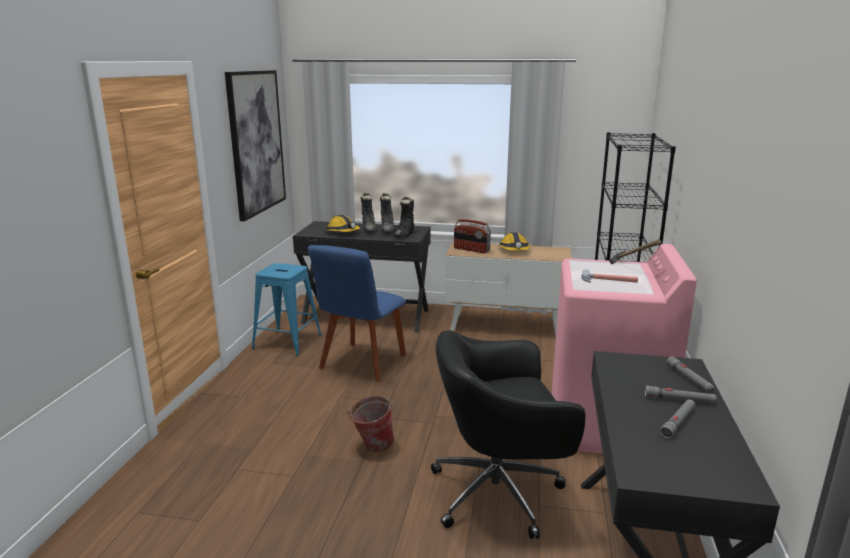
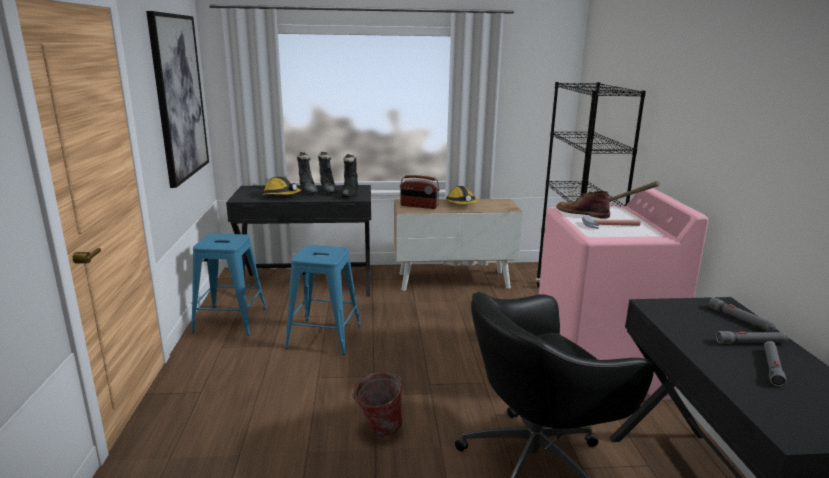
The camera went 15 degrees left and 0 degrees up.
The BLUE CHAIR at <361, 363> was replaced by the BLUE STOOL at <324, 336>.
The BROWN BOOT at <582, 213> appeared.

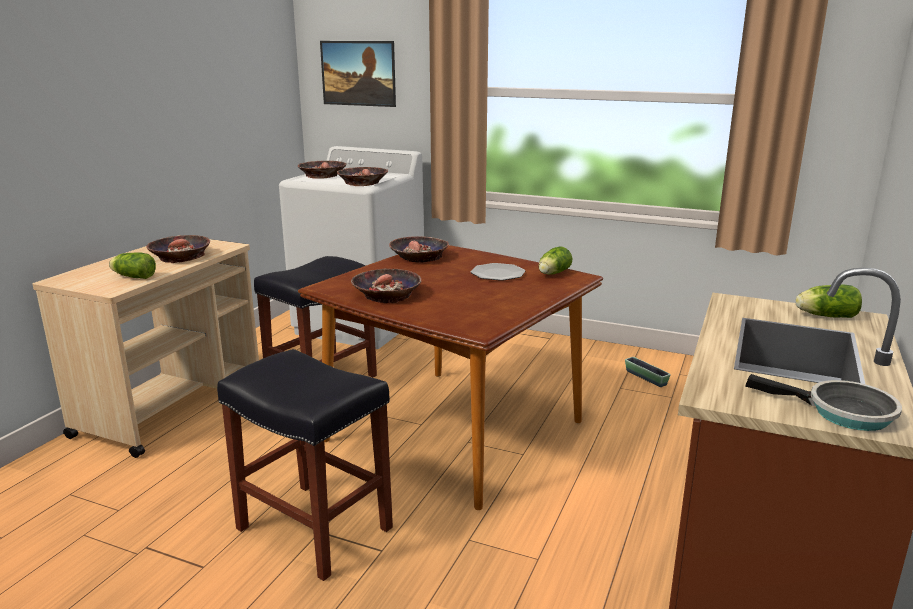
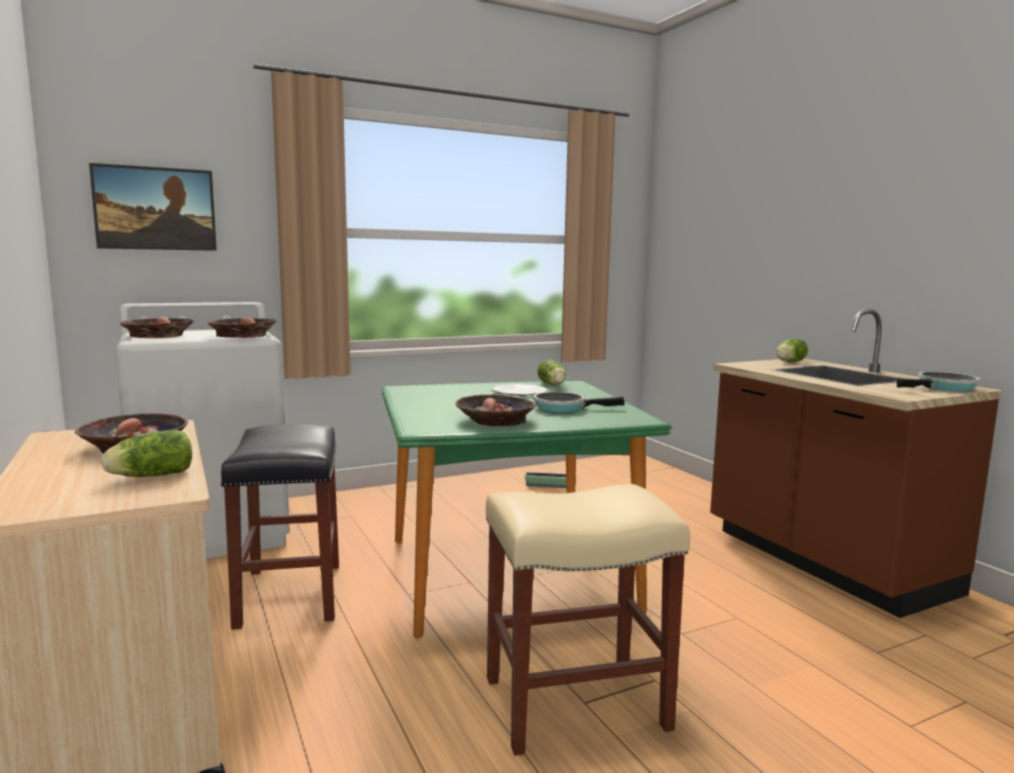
The camera went 50 degrees left and 10 degrees down.
The BROWN DINING TABLE at <454, 431> became the GREEN DINING TABLE at <506, 573>.
The BLACK STOOL at <312, 528> became the BEIGE STOOL at <573, 704>.
The FRYING PAN at <564, 408> appeared.
The BOWL at <419, 257> disappeared.

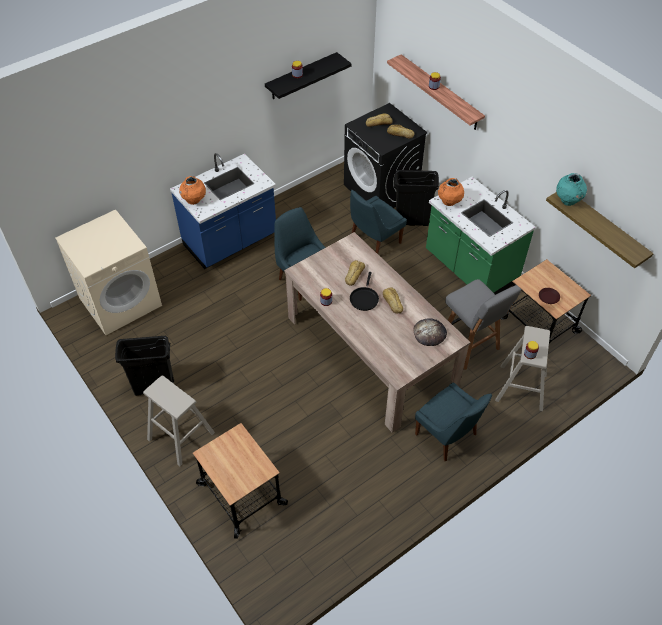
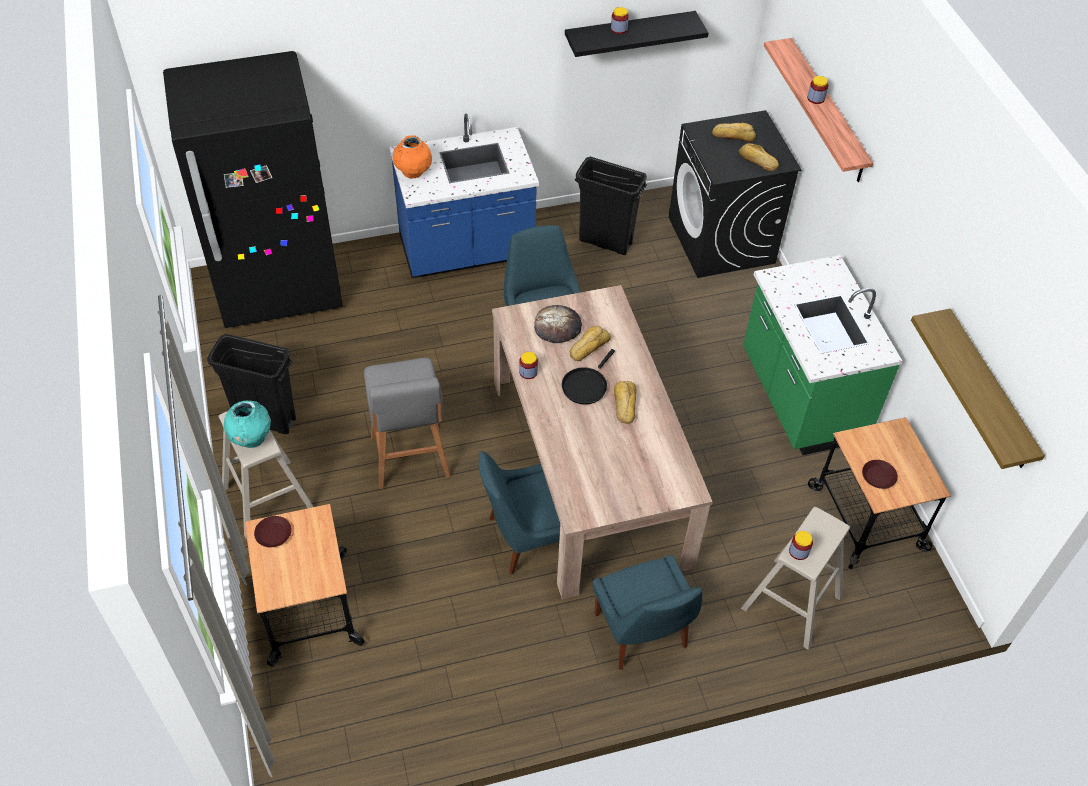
The camera went 20 degrees right and 0 degrees up.
The BEIGE WASHING MACHINE at <120, 301> was replaced by the BLACK FRIDGE at <279, 288>.
The TURQUOISE VASE moved from <567, 201> to <251, 439>.
The BROWN PLATE at <273, 534> appeared.
The GREY STOOL moved from <470, 346> to <410, 459>.
The BLUE CHAIR moved from <374, 241> to <525, 538>.
The BREAD moved from <429, 333> to <558, 326>.
The BLACK TRASH CAN moved from <411, 221> to <605, 242>.
The ORANGE VASE at <449, 202> disappeared.

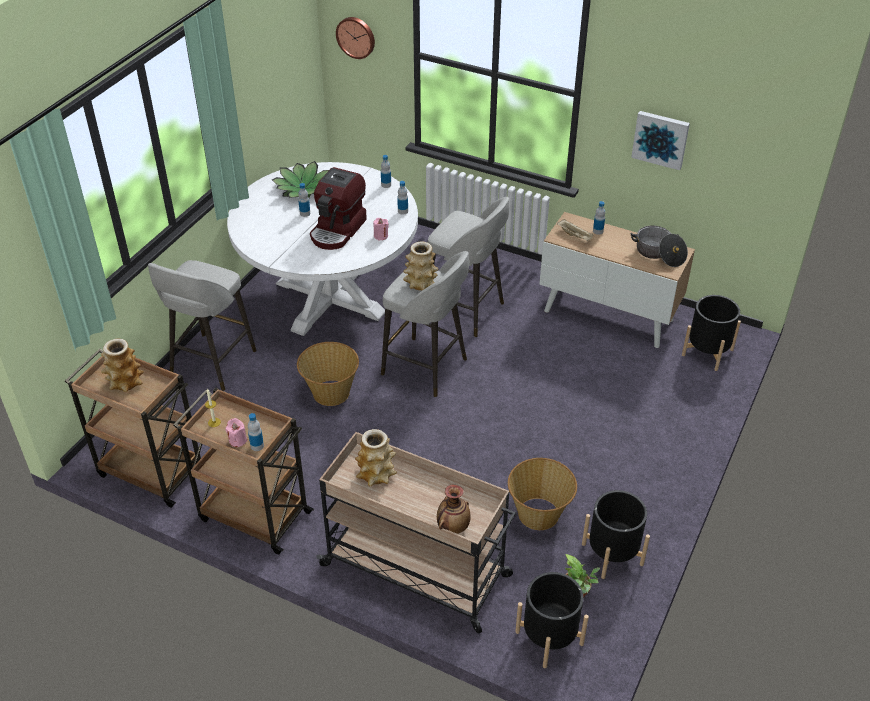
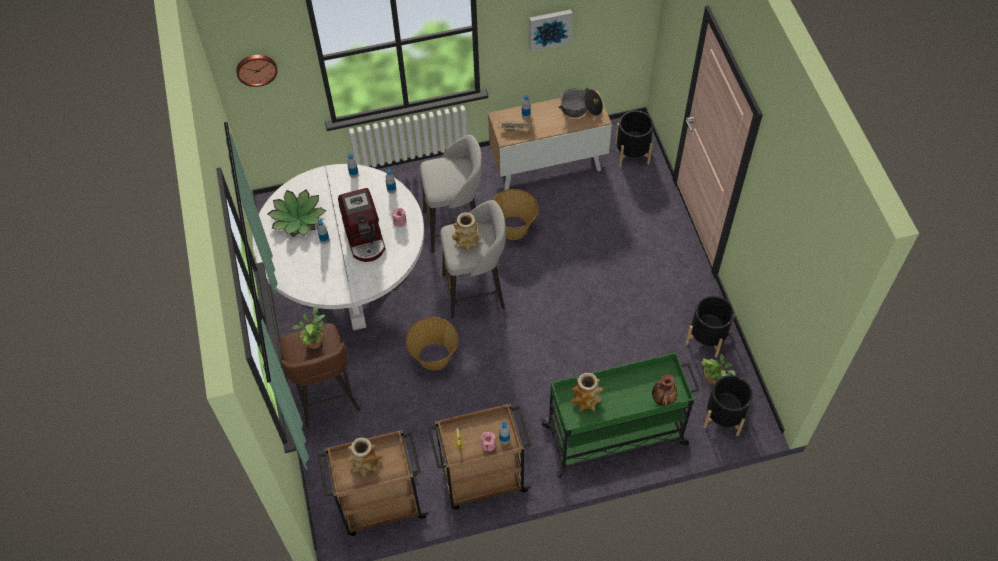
The camera went 40 degrees left and 15 degrees up.
The GREY STOOL at <211, 363> became the BROWN STOOL at <327, 397>.
The POTTED PLANT at <314, 340> appeared.
The BASKET moved from <539, 514> to <514, 228>.
The BEIGE CART at <418, 571> became the GREEN CART at <616, 435>.

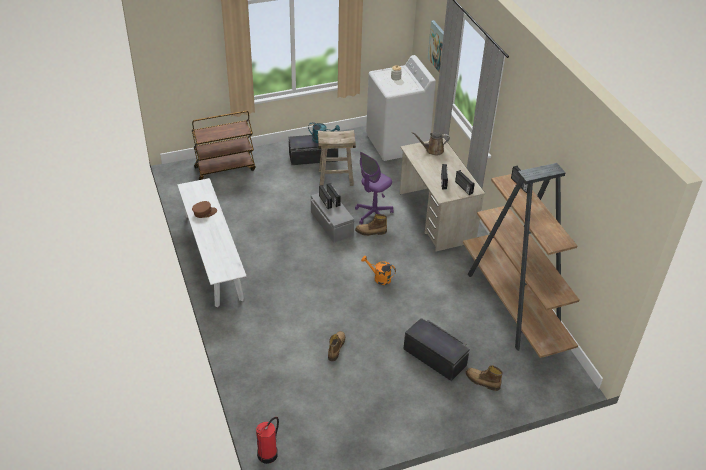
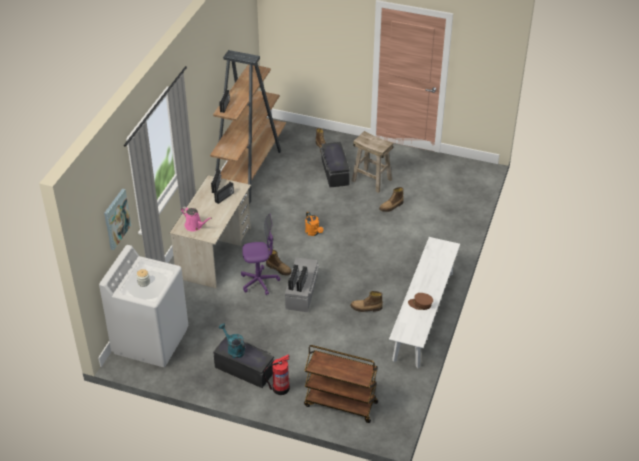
The camera went 140 degrees left and 0 degrees up.
The BROWN WATERING CAN at <432, 150> became the PINK WATERING CAN at <195, 226>.
The FIRE EXTINGUISHER moved from <268, 454> to <280, 388>.
The BOOT at <366, 308> appeared.
The BEIGE STOOL moved from <336, 177> to <371, 180>.

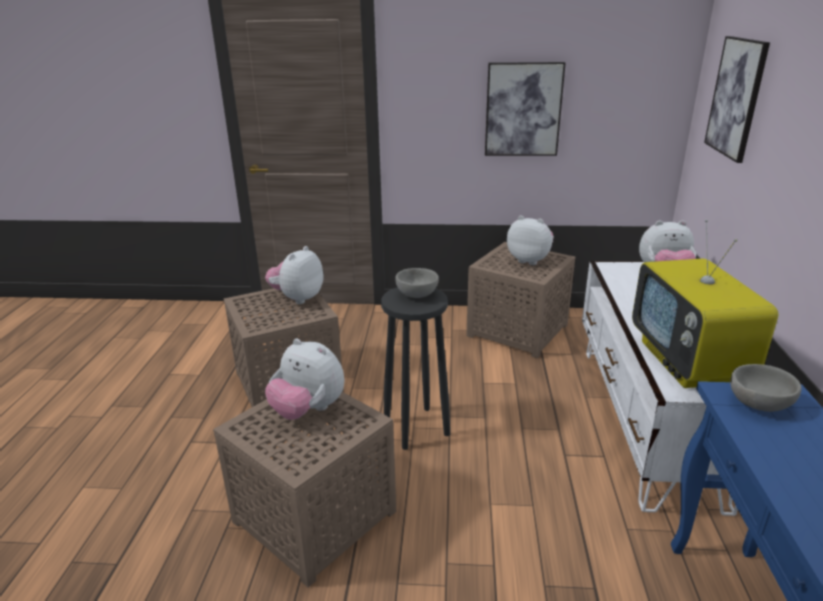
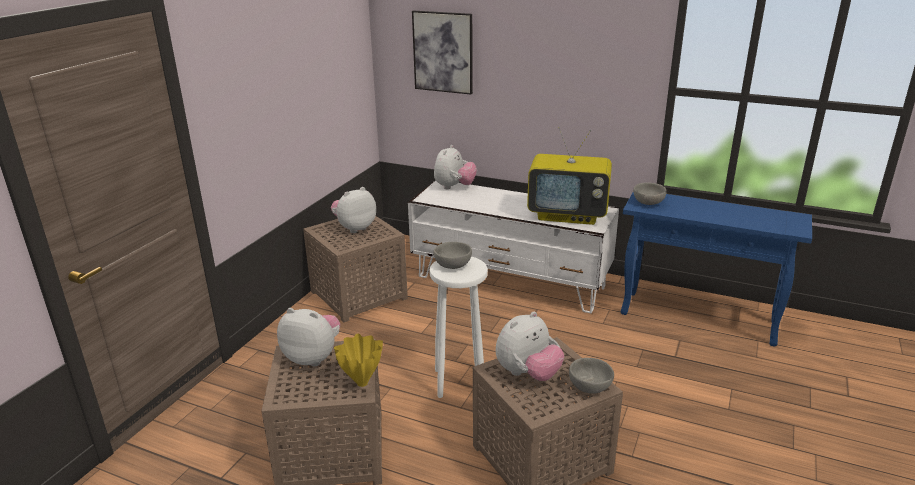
The camera went 70 degrees left and 0 degrees up.
The PLUSH TOY at <297, 298> turned 150 degrees clockwise.
The YELLOW VASE at <362, 382> appeared.
The BLACK STOOL at <416, 428> became the WHITE STOOL at <460, 381>.
The GREY BOWL at <589, 387> appeared.
The PICTURE at <523, 110> disappeared.

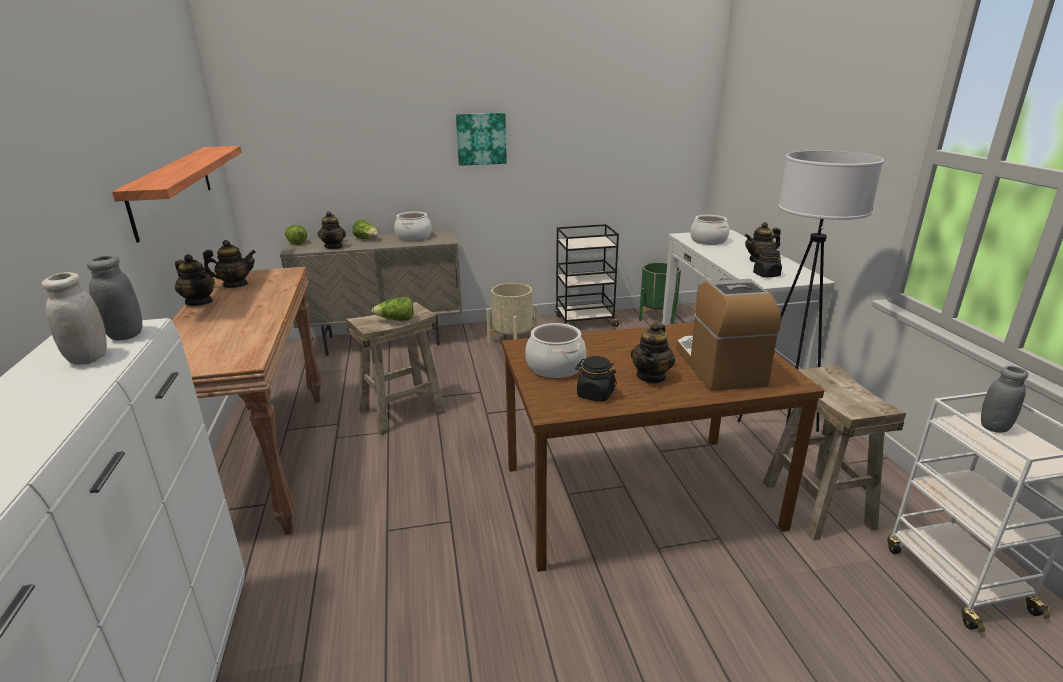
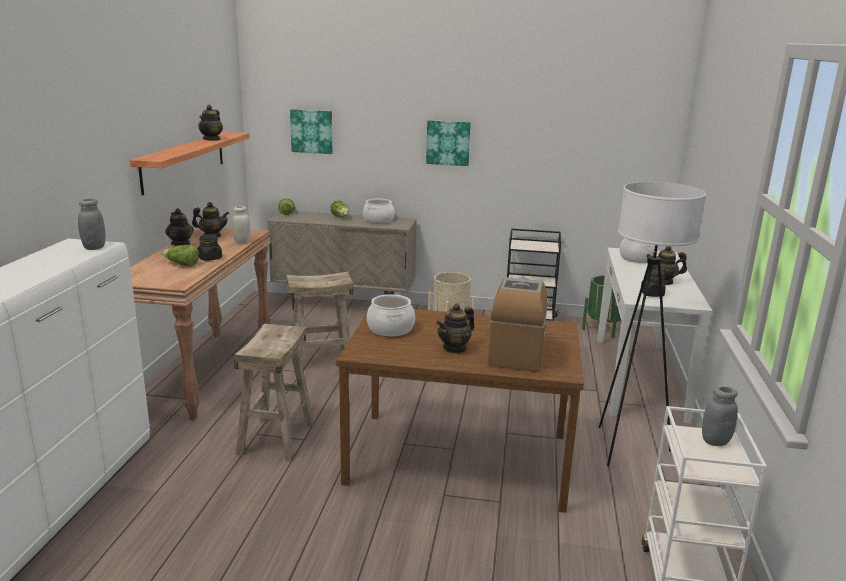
The camera went 20 degrees right and 5 degrees down.
The LETTUCE moved from <396, 320> to <182, 265>.
The BLACK JAR moved from <595, 394> to <209, 258>.
The TEAPOT moved from <334, 246> to <212, 139>.
The WHITE JAR moved from <89, 358> to <242, 241>.
The BEIGE STOOL moved from <816, 504> to <276, 438>.
The PICTURE at <312, 131> appeared.

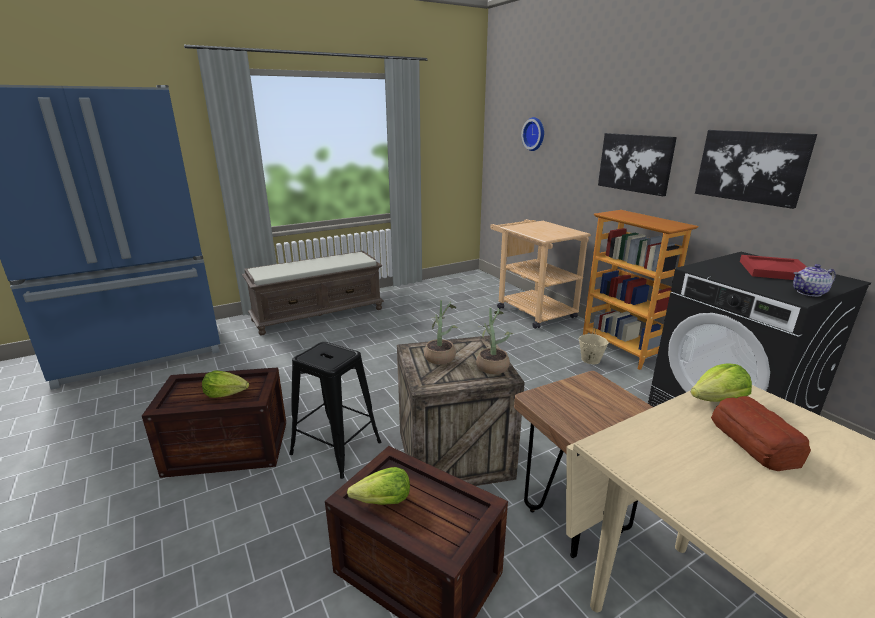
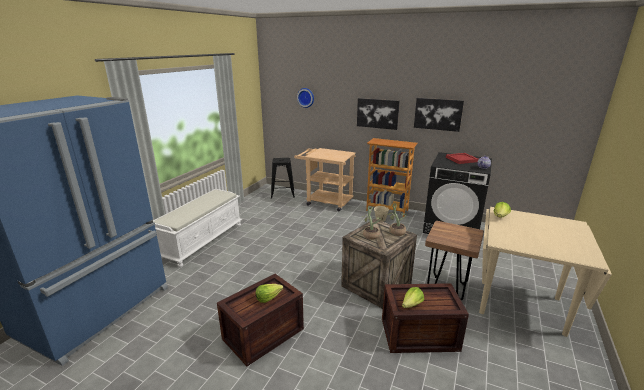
The camera went 35 degrees left and 0 degrees up.
The BROWN BENCH at <319, 314> became the WHITE BENCH at <202, 240>.
The BLACK STOOL moved from <335, 448> to <282, 194>.
The BREAD at <754, 441> disappeared.

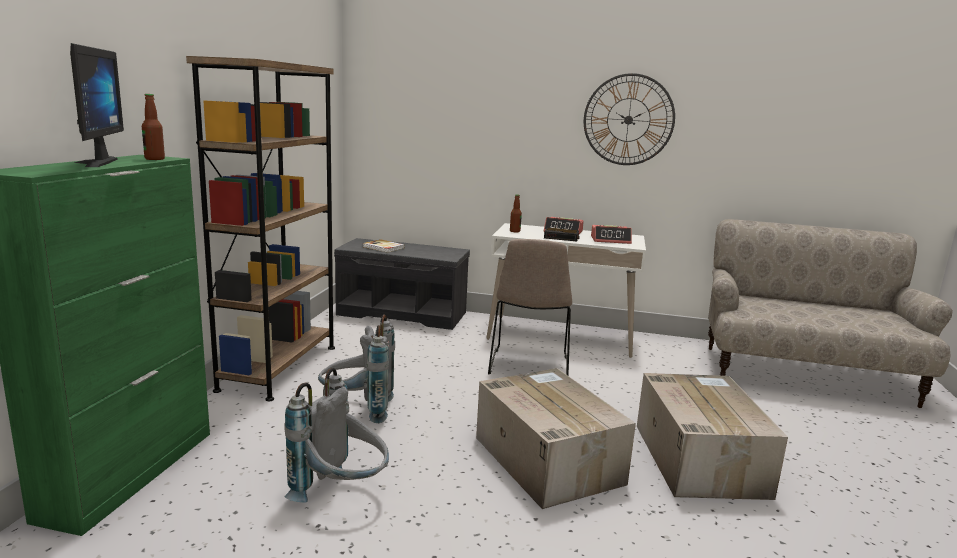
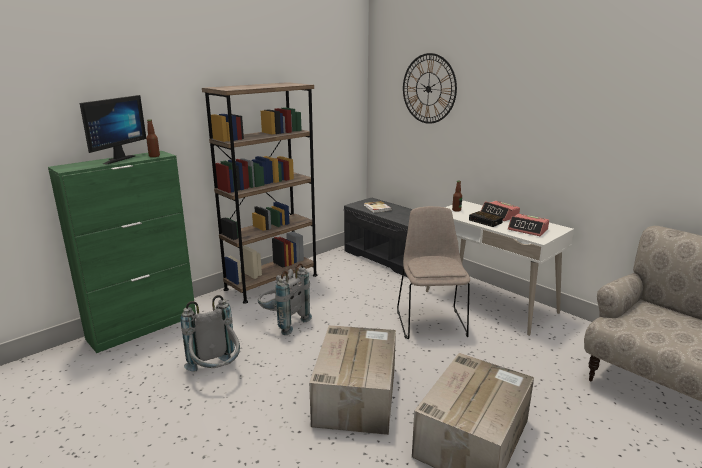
The camera went 35 degrees right and 5 degrees up.
The BEIGE CHAIR at <529, 367> turned 135 degrees clockwise.
The WALL CLOCK moved from <628, 120> to <428, 89>.

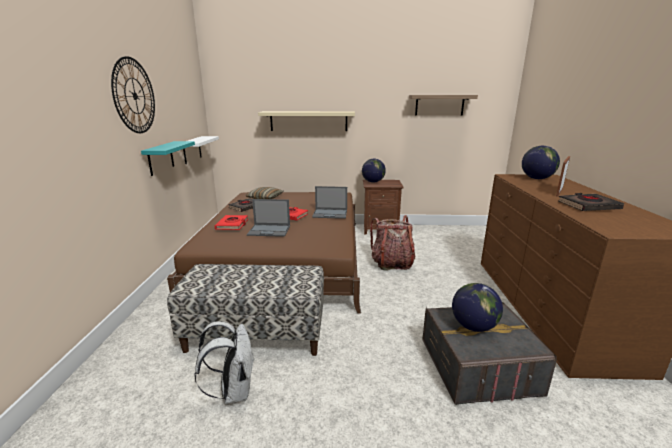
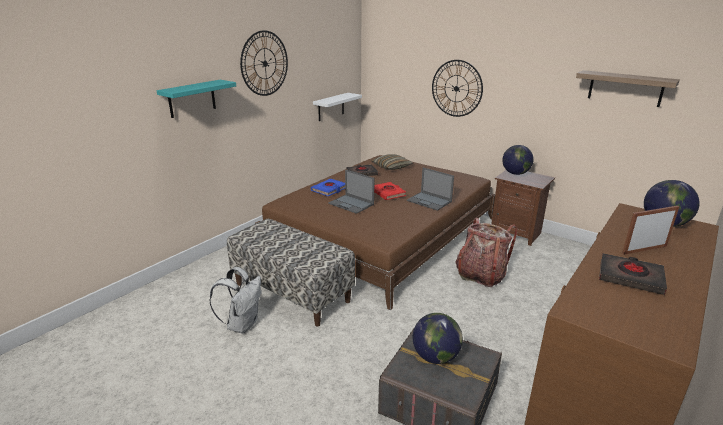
The camera went 35 degrees right and 5 degrees up.
The TURQUOISE SHELF moved from <160, 158> to <192, 98>.
The RED BOOK at <232, 225> became the BLUE BOOK at <329, 189>.
The BEIGE SHELF at <308, 121> was replaced by the WALL CLOCK at <456, 88>.

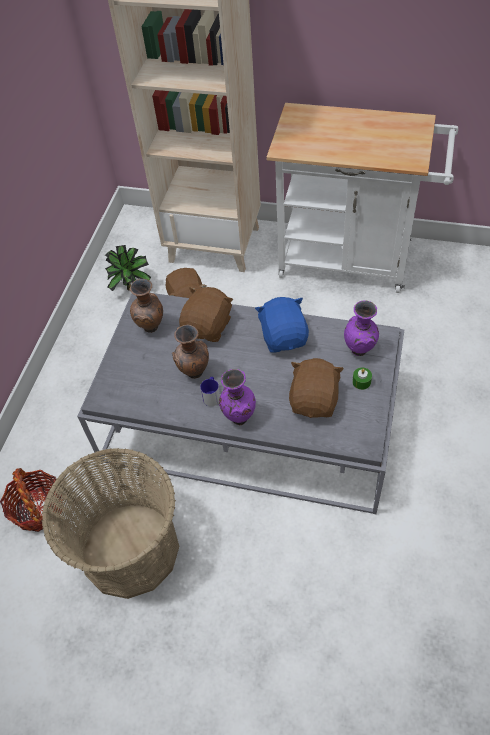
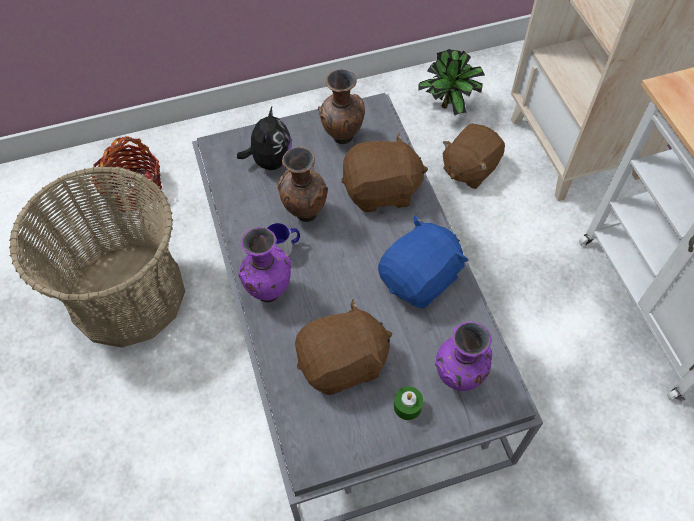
The camera went 55 degrees right and 5 degrees up.
The PLUSH TOY at <270, 160> appeared.

